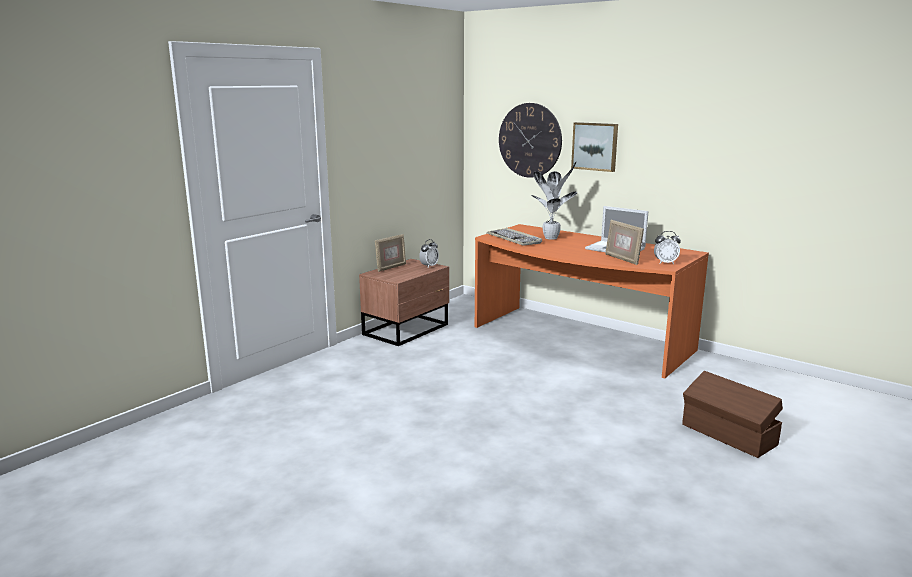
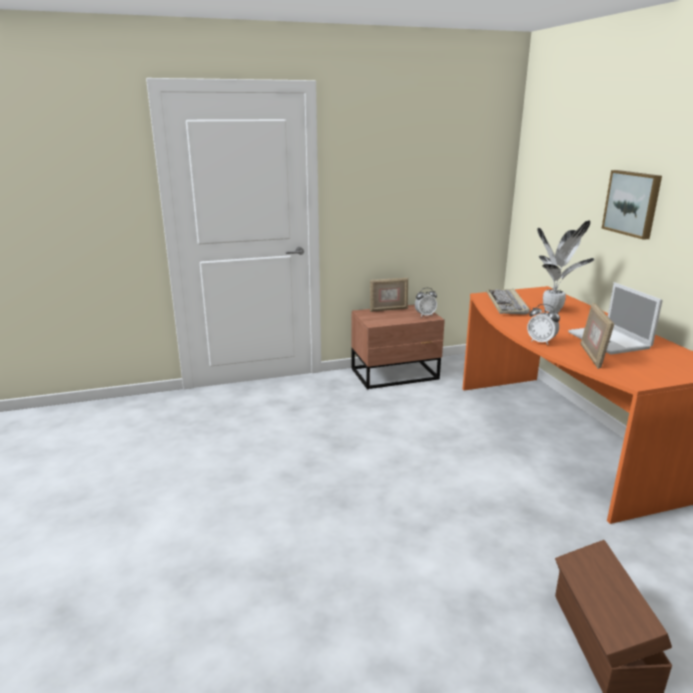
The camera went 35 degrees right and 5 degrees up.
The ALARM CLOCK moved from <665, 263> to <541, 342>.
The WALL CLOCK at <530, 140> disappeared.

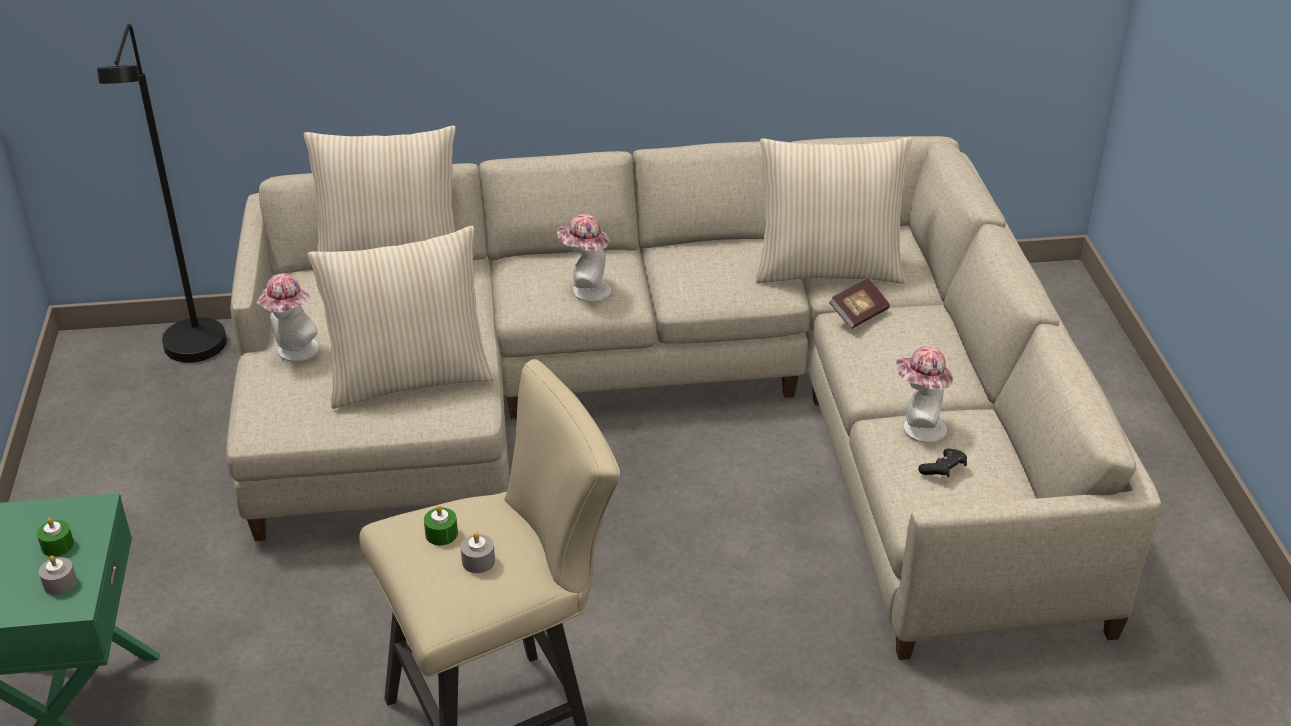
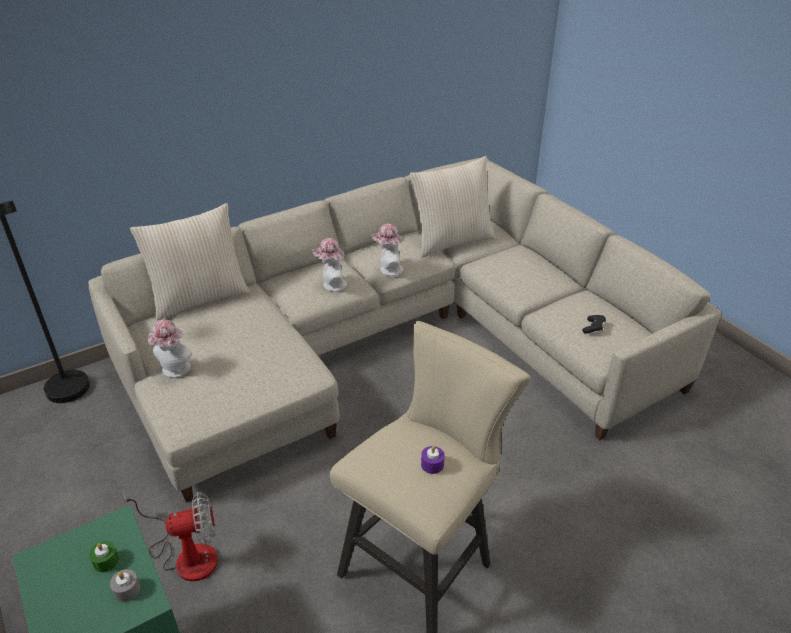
The camera went 25 degrees left and 0 degrees up.
The FAN at <186, 554> appeared.
The HAT moved from <918, 428> to <388, 270>.
The GREY CANDLE at <478, 561> became the PURPLE CANDLE at <432, 464>.
The BEIGE PILLOW at <409, 378> disappeared.
The GREEN CANDLE at <441, 534> disappeared.
The BOOK at <858, 314> disappeared.

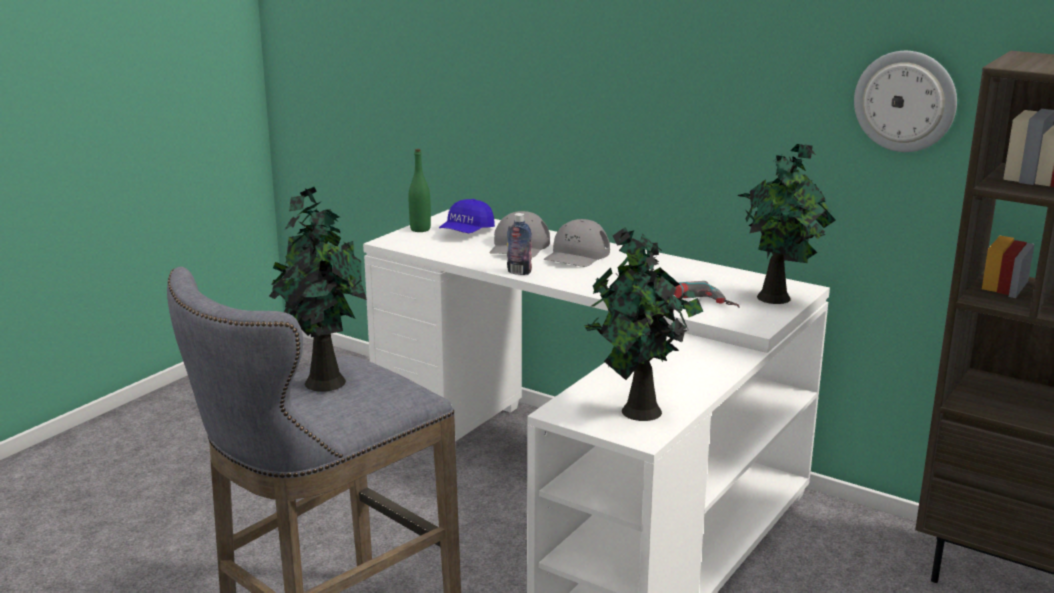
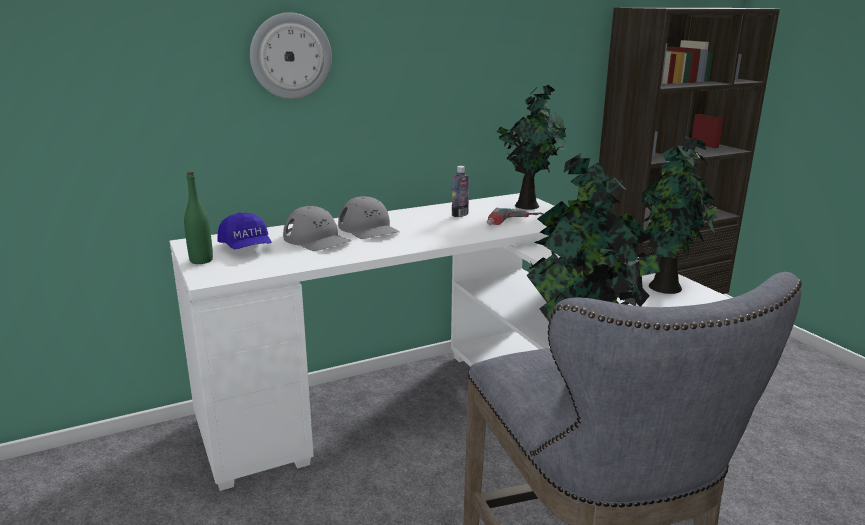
The camera went 60 degrees left and 0 degrees up.
The WALL CLOCK moved from <905, 101> to <290, 56>.
The BOTTLE moved from <519, 272> to <460, 215>.

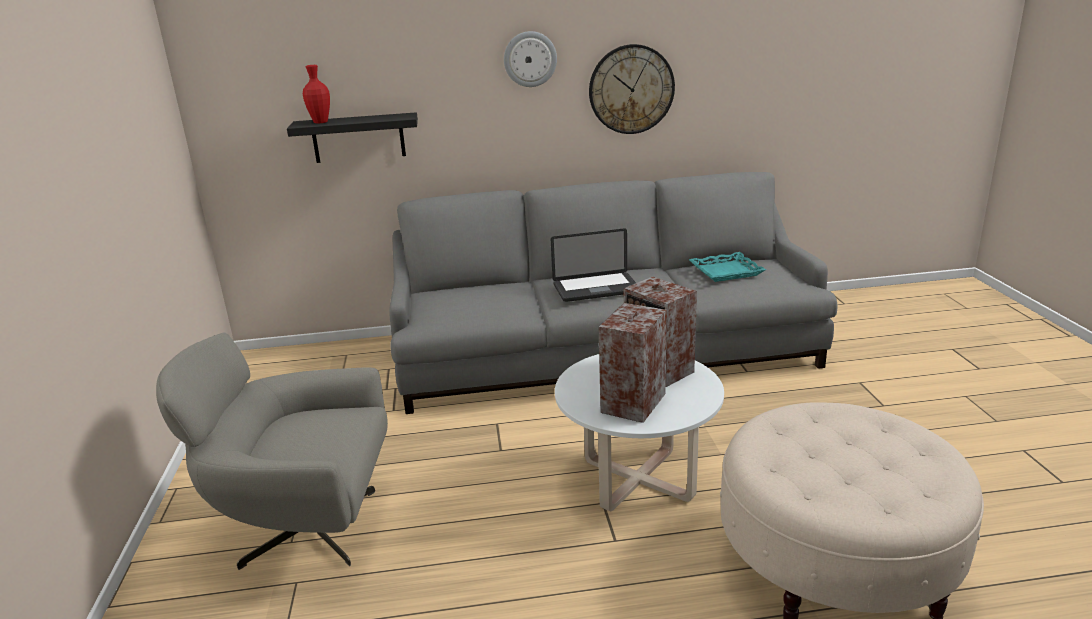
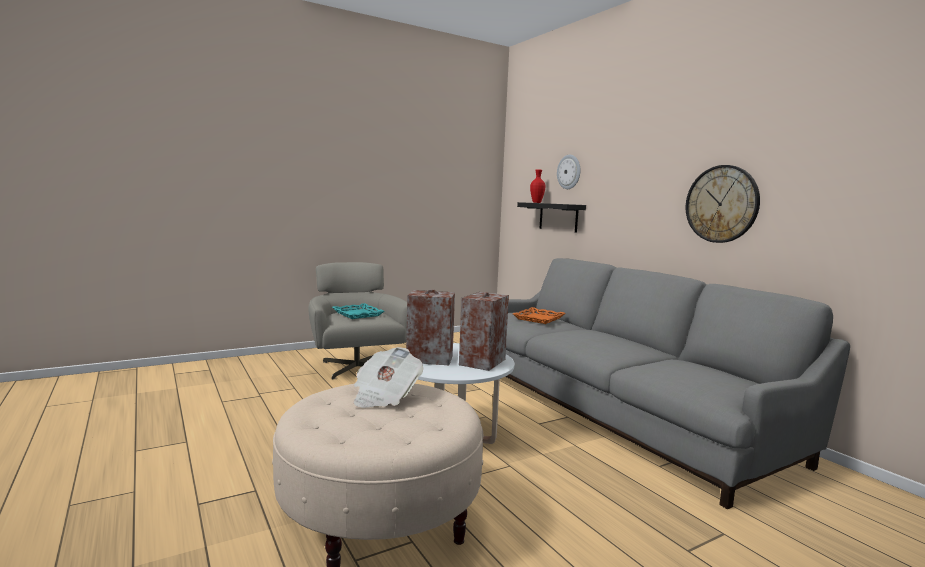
The camera went 65 degrees right and 15 degrees down.
The TURQUOISE TRAY moved from <726, 272> to <357, 314>.
The NEWSPAPER at <384, 396> appeared.
The ORANGE TRAY at <539, 319> appeared.
The WALL CLOCK moved from <530, 59> to <569, 172>.
The LAPTOP at <596, 288> disappeared.

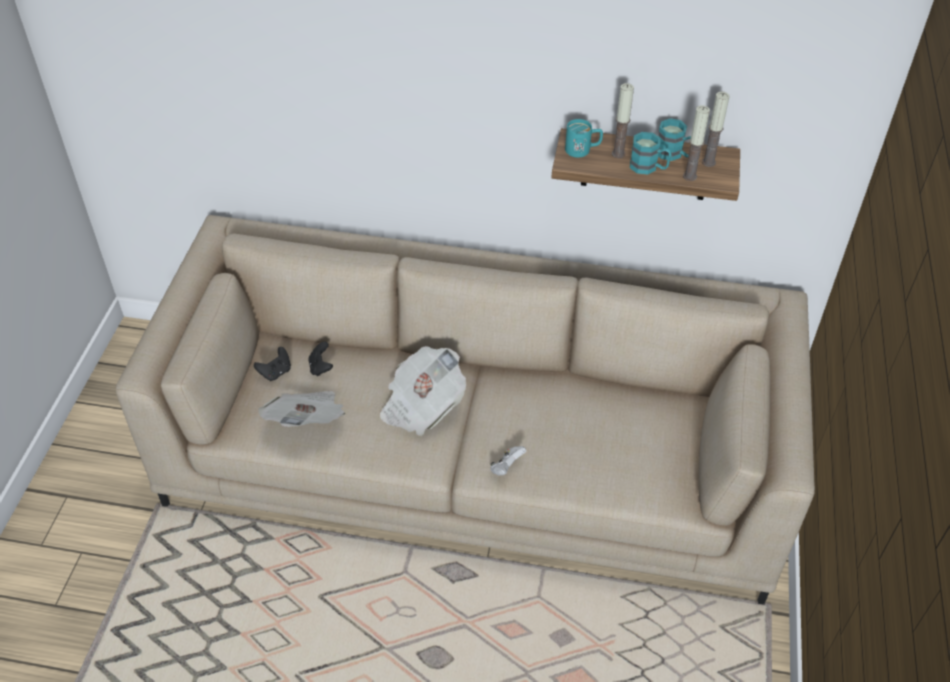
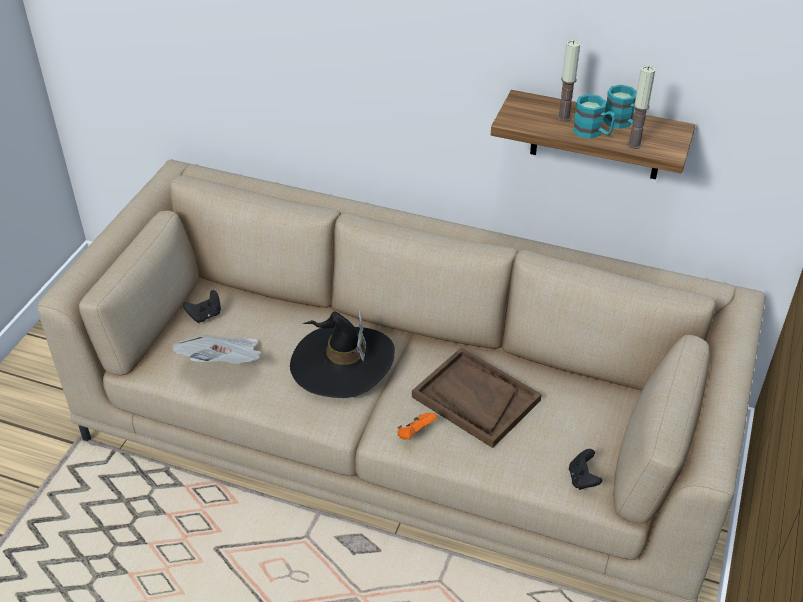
The camera went 10 degrees right and 5 degrees down.
The NEWSPAPER at <422, 405> was replaced by the BLACK HAT at <342, 363>.
The WHITE GAME CONTROLLER at <506, 467> became the ORANGE GAME CONTROLLER at <415, 434>.
The BROWN TRAY at <475, 399> appeared.
The BLACK GAME CONTROLLER moved from <321, 367> to <582, 479>.
The TURQUOISE MUG at <583, 150> disappeared.
The CANDLE at <708, 162> disappeared.

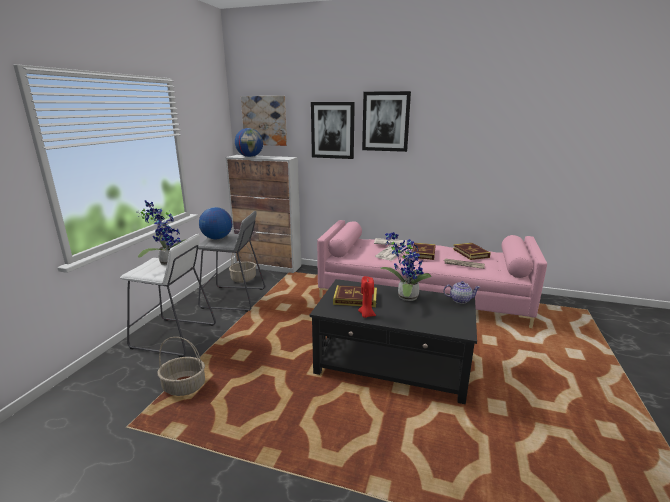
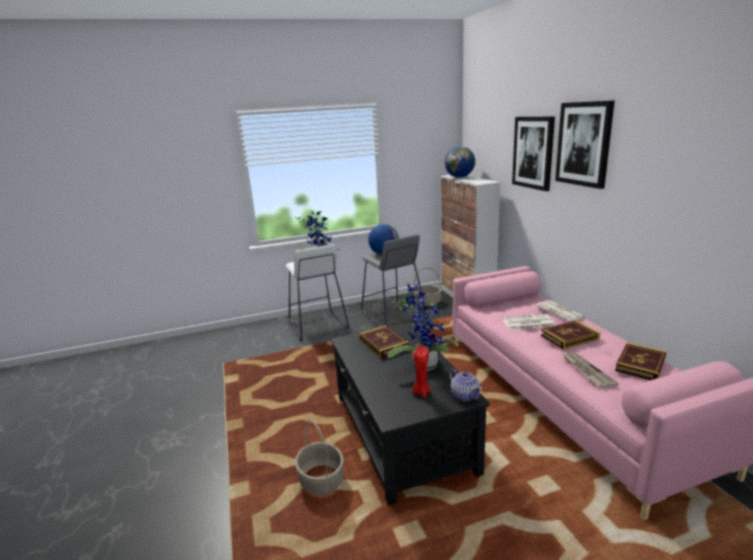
The camera went 55 degrees right and 0 degrees up.
The BASKET moved from <183, 387> to <321, 480>.
The RED CANDLE moved from <366, 315> to <421, 392>.
The PICTURE at <265, 120> disappeared.

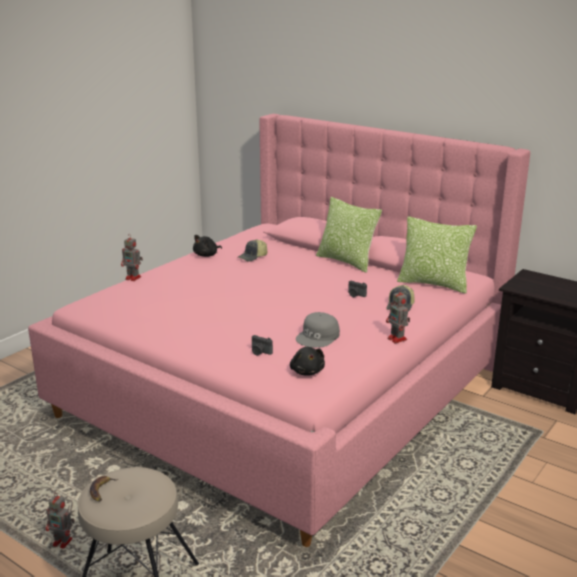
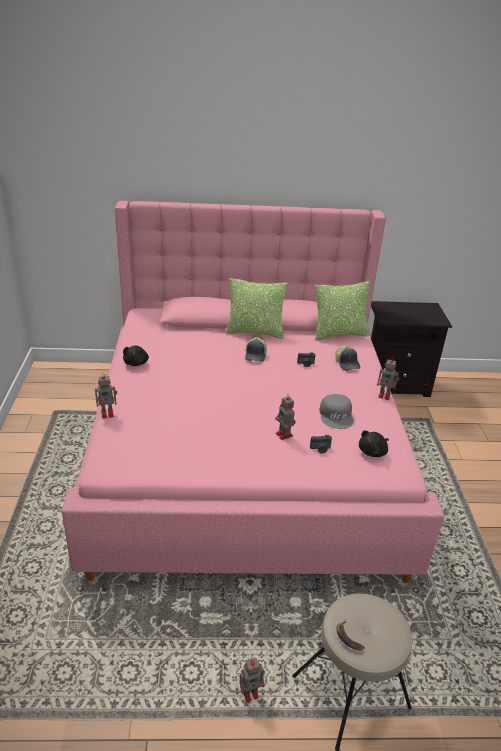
The camera went 40 degrees left and 10 degrees up.
The CAP moved from <253, 257> to <256, 355>.
The TOY ROBOT at <284, 435> appeared.
The BLACK PLUSH TOY at <307, 371> turned 105 degrees clockwise.

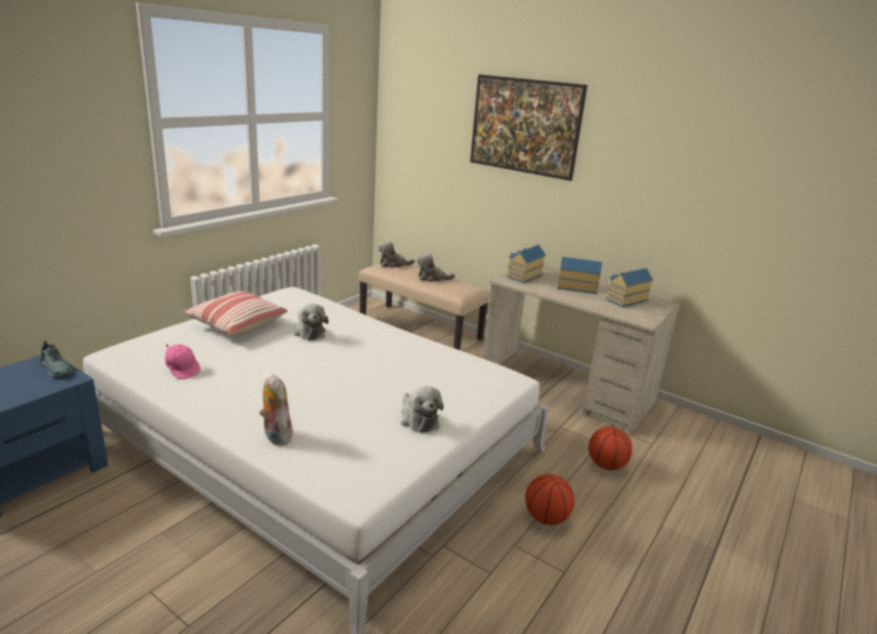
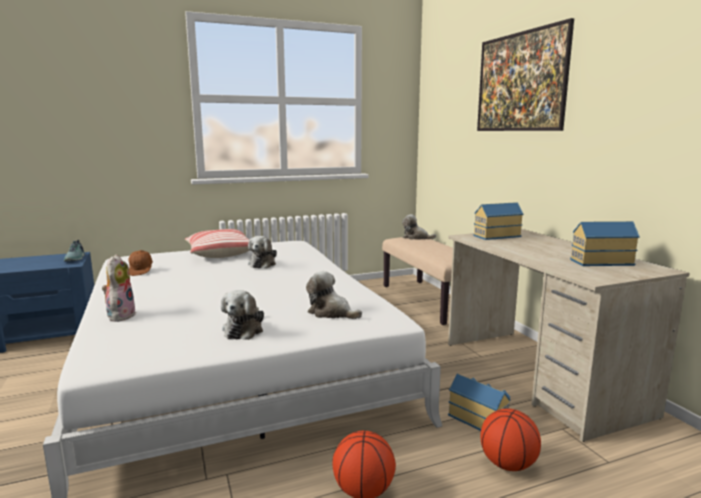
The camera went 35 degrees right and 10 degrees down.
The PINK CAP at <182, 370> became the BROWN CAP at <141, 271>.
The PLUSH TOY moved from <432, 278> to <331, 313>.
The TOY HOUSE moved from <576, 287> to <478, 419>.

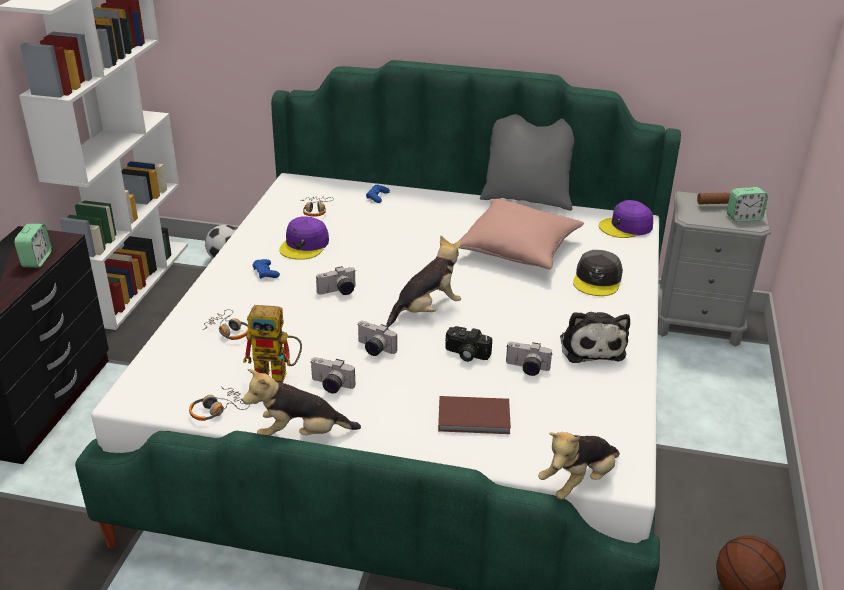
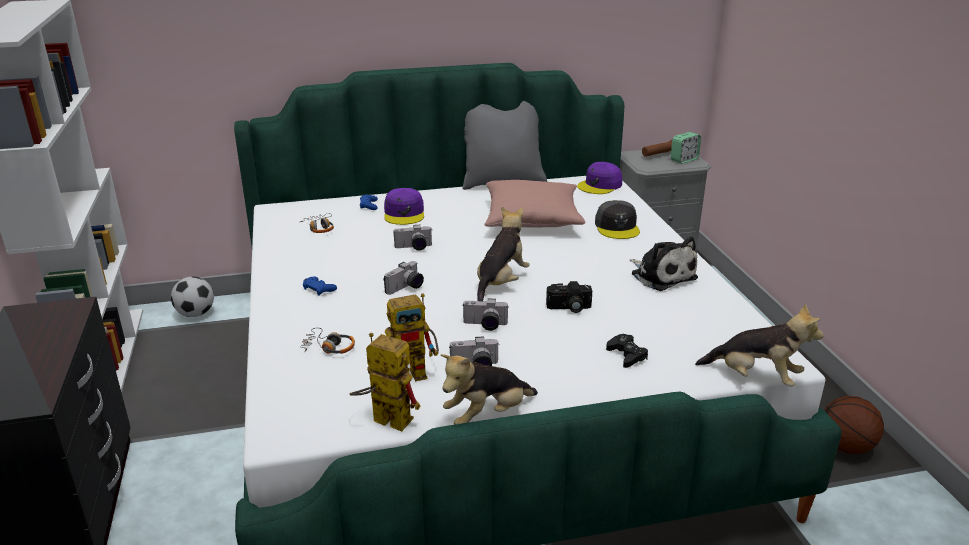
The camera went 25 degrees left and 5 degrees down.
The HEADPHONES at <217, 410> was replaced by the TOY ROBOT at <384, 420>.
The PURPLE CAP moved from <305, 245> to <404, 213>.
The PHOTO CAMERA moved from <526, 369> to <413, 248>.
The BROWN BOOK at <475, 418> was replaced by the BLACK GAME CONTROLLER at <626, 355>.
The PLUSH TOY at <578, 481> turned 90 degrees counterclockwise.
The ALARM CLOCK at <37, 260> disappeared.

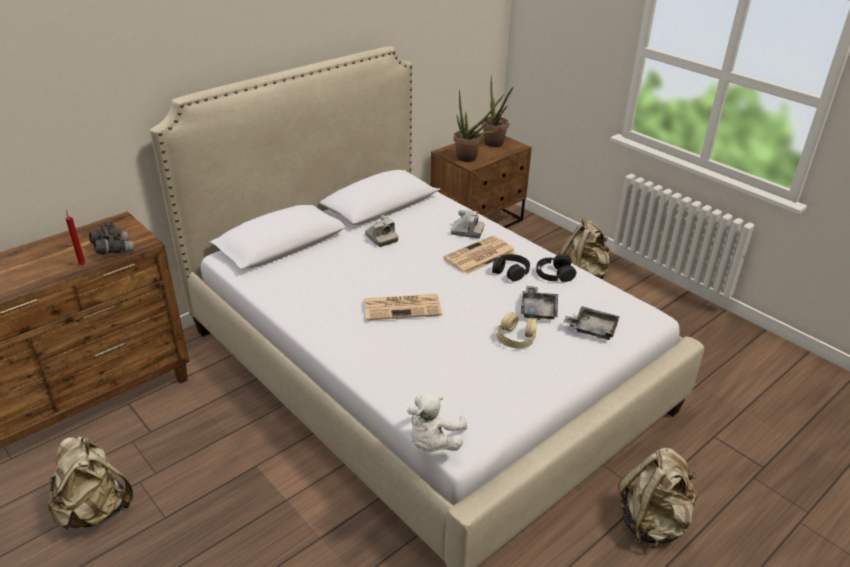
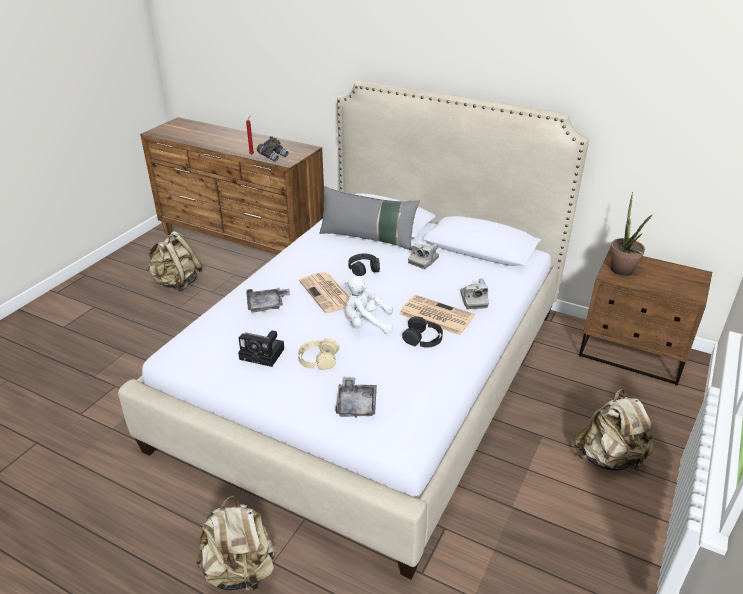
The camera went 70 degrees right and 0 degrees up.
The PHOTO CAMERA at <264, 354> appeared.
The GREY TRAY moved from <538, 309> to <267, 305>.
The GREY PILLOW at <368, 238> appeared.
The WHITE PLUSH TOY moved from <433, 443> to <366, 324>.
The BLACK HEADPHONES moved from <554, 274> to <364, 268>.
The POTTED PLANT at <495, 145> disappeared.

